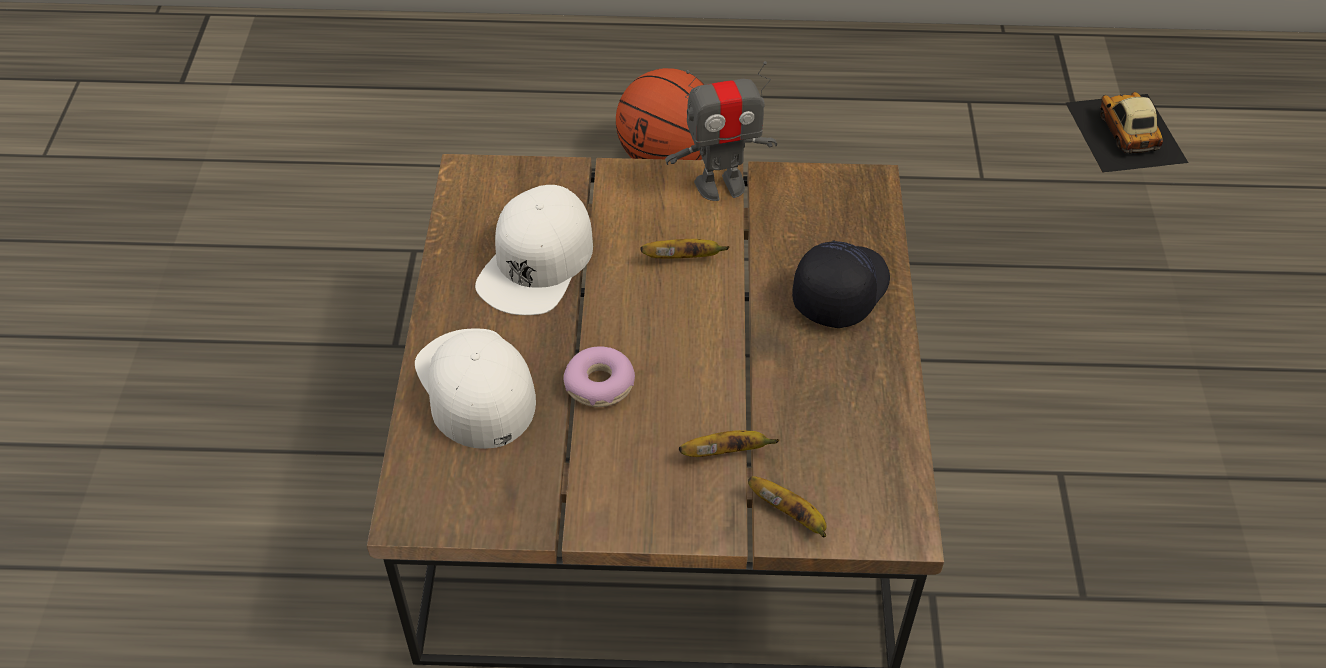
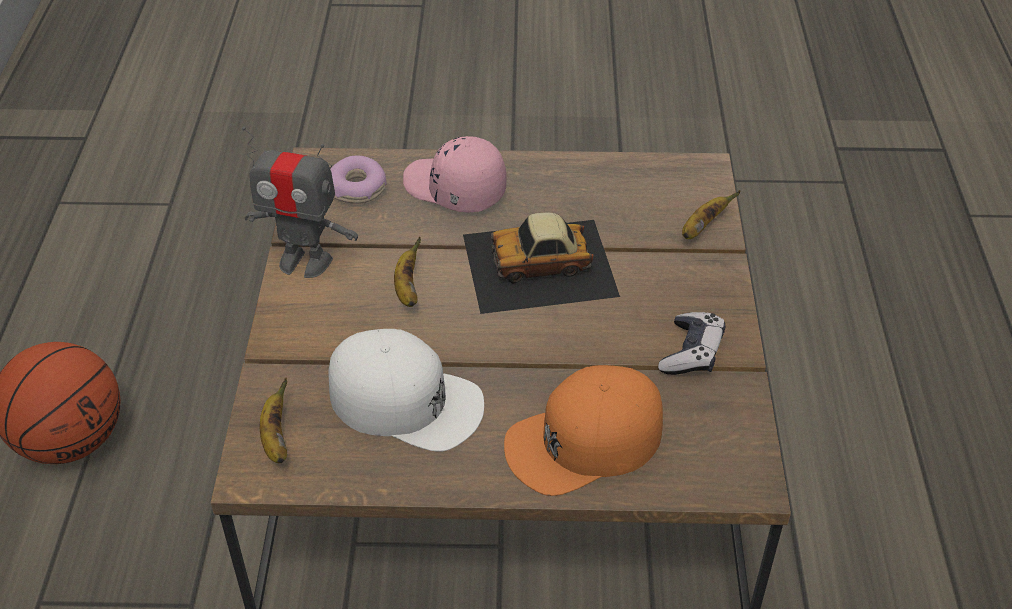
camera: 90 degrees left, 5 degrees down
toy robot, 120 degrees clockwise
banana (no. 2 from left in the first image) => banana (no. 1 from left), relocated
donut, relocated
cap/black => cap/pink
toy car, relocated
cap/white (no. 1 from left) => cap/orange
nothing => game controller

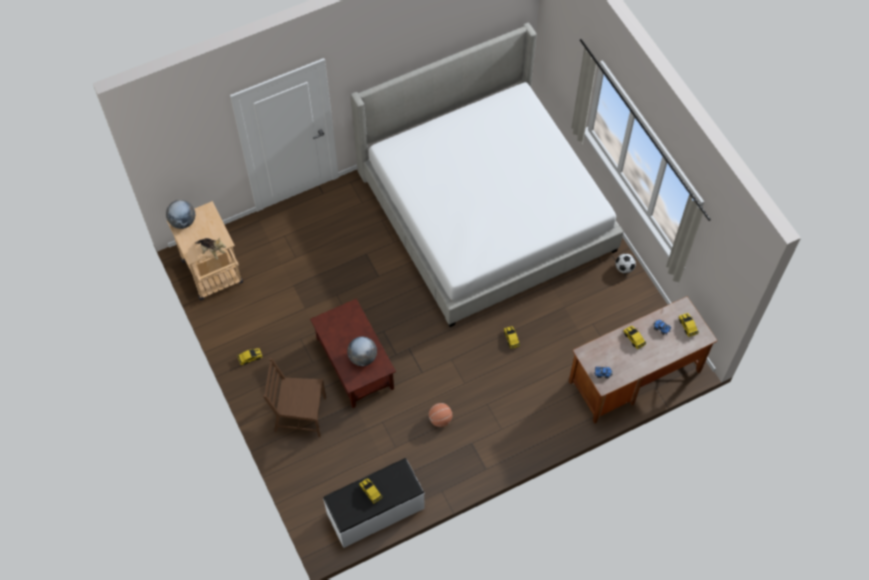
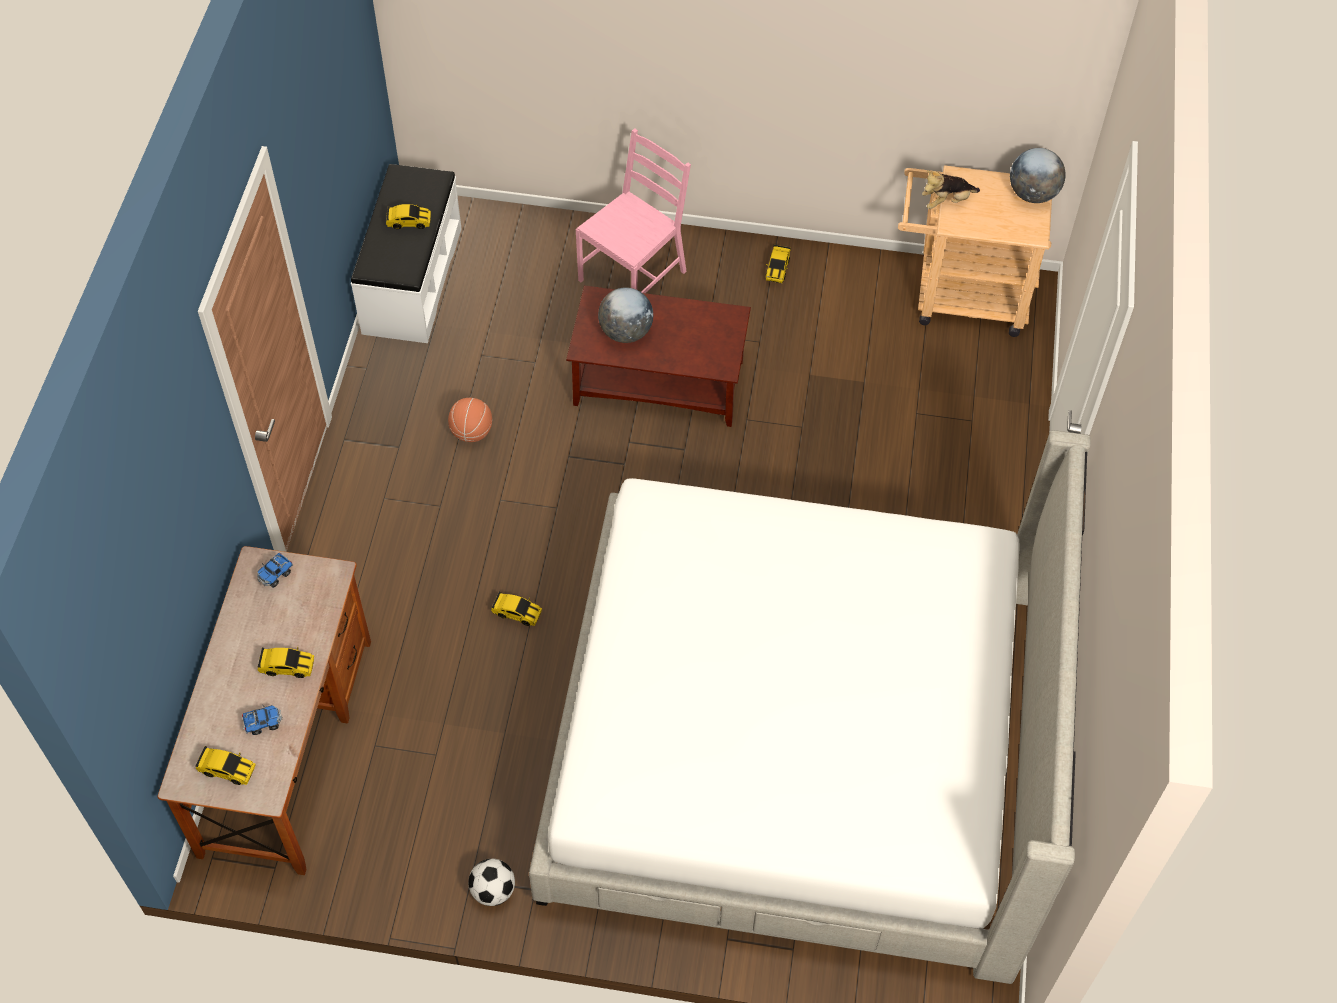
camera: 125 degrees right, 5 degrees down
chair/brown => chair/pink

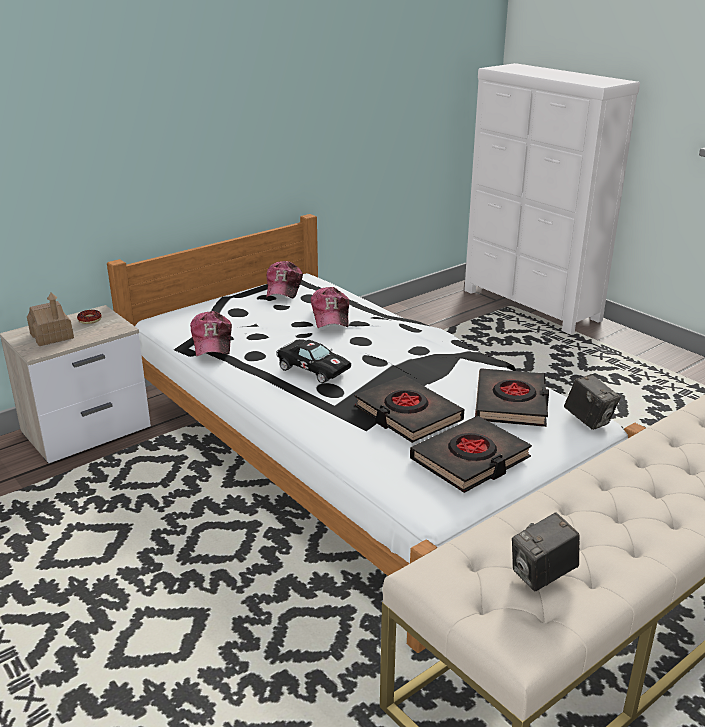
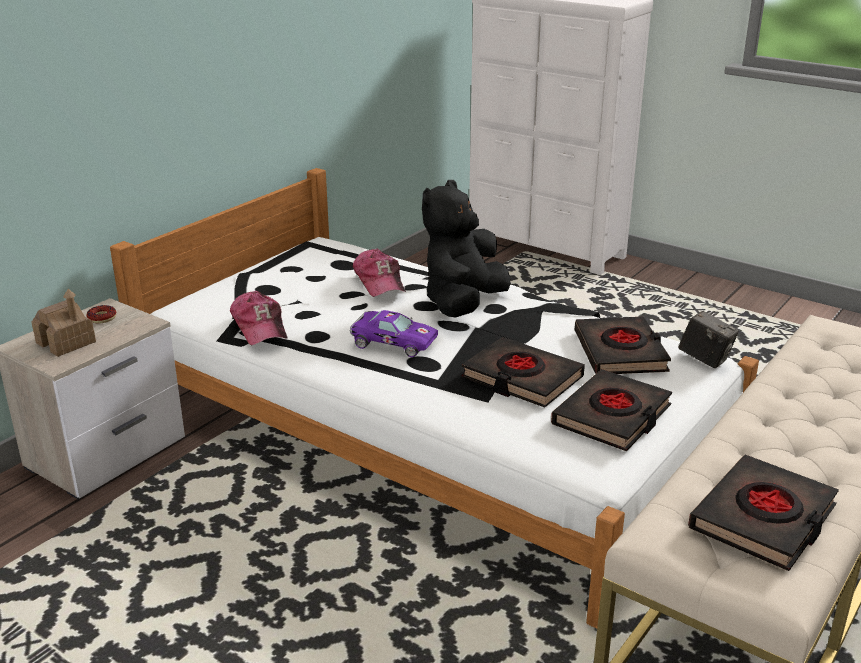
camera: 15 degrees left, 0 degrees up
toy car/black => toy car/purple
nothing => plush toy/black
photo camera (no. 1 from left) => book/black (no. 4 from left)
cap (no. 2 from left) => nothing

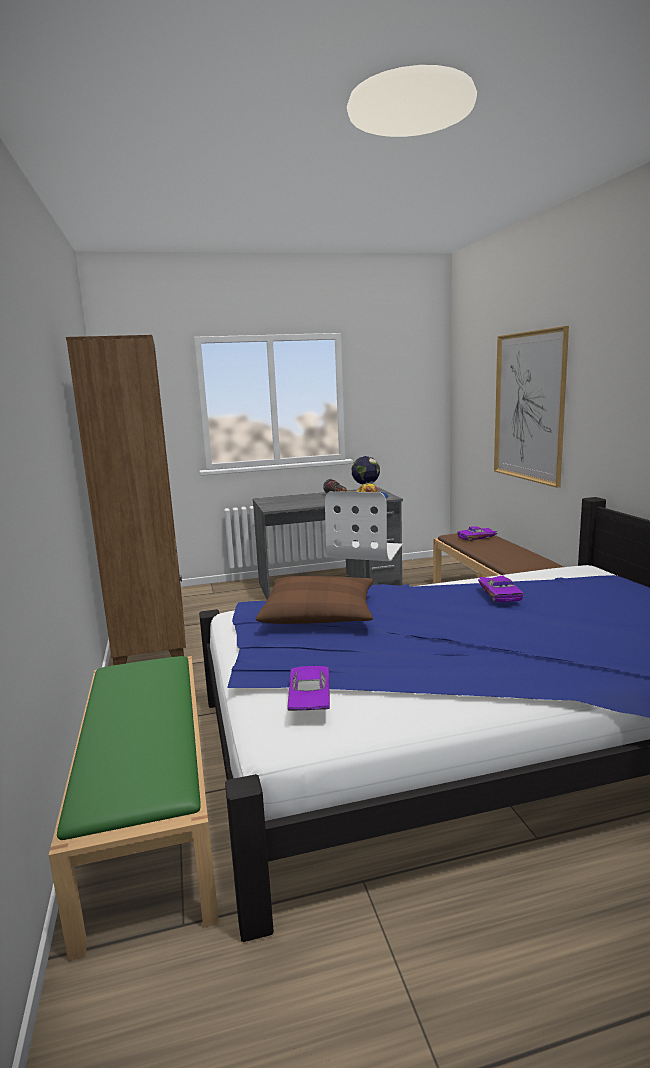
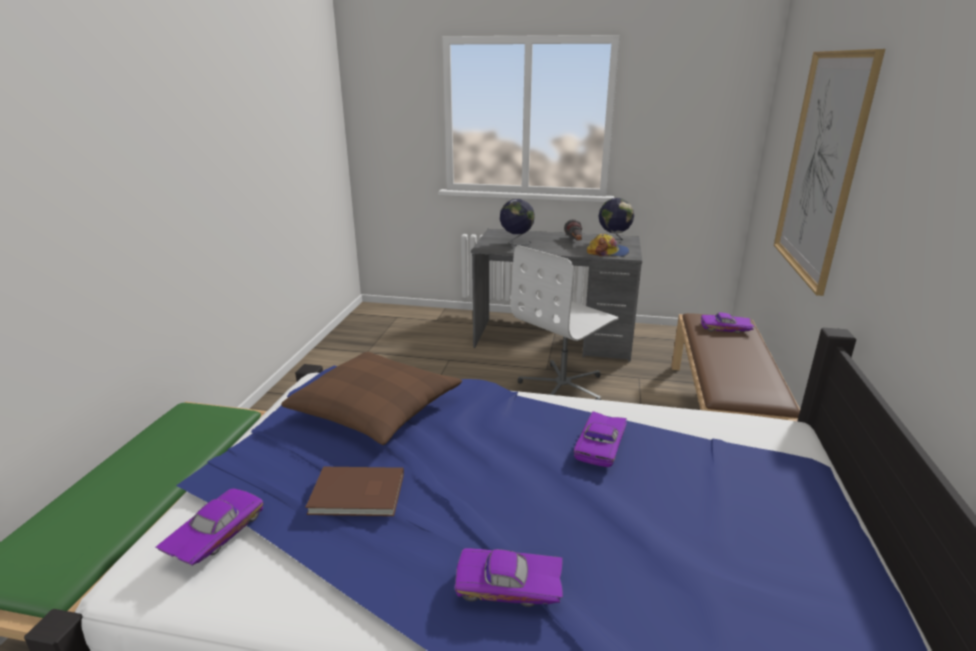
camera: 25 degrees right, 10 degrees up
nothing => book/brown
nothing => toy car/purple (no. 2 from left)
nothing => globe (no. 1 from left)
bookcase/brown => nothing

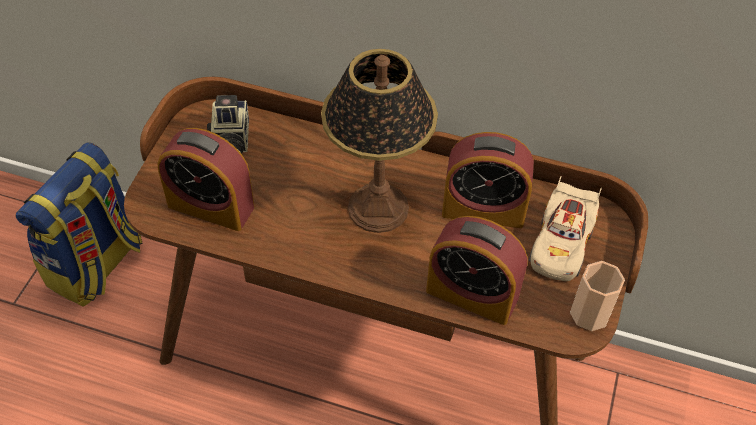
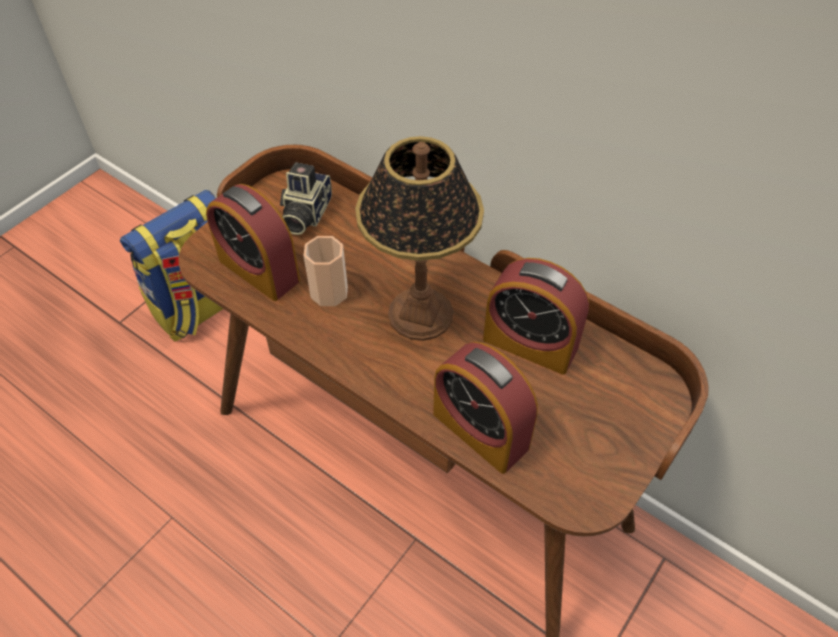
camera: 20 degrees right, 0 degrees up
cup, relocated
toy car/beige => nothing

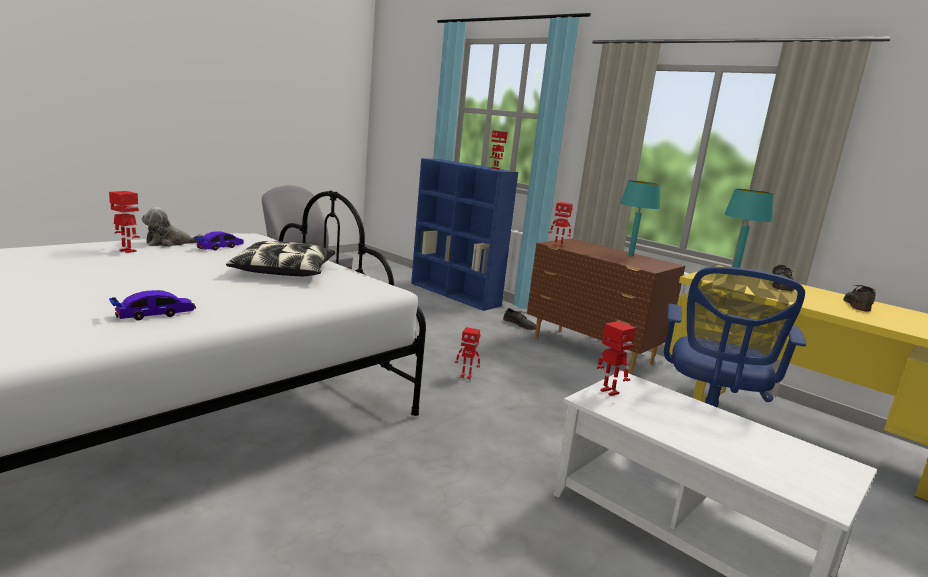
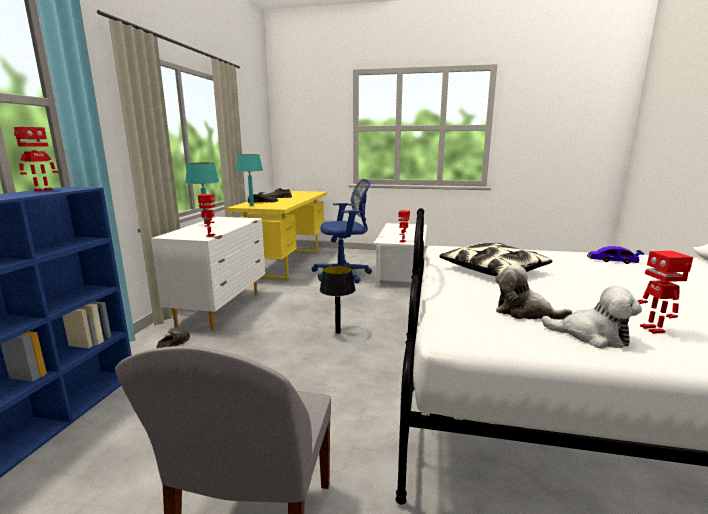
camera: 120 degrees left, 0 degrees up
dresser/brown => dresser/white
toy robot (no. 2 from left) => table lamp/black
toy car (no. 2 from left) => plush toy (no. 1 from left)

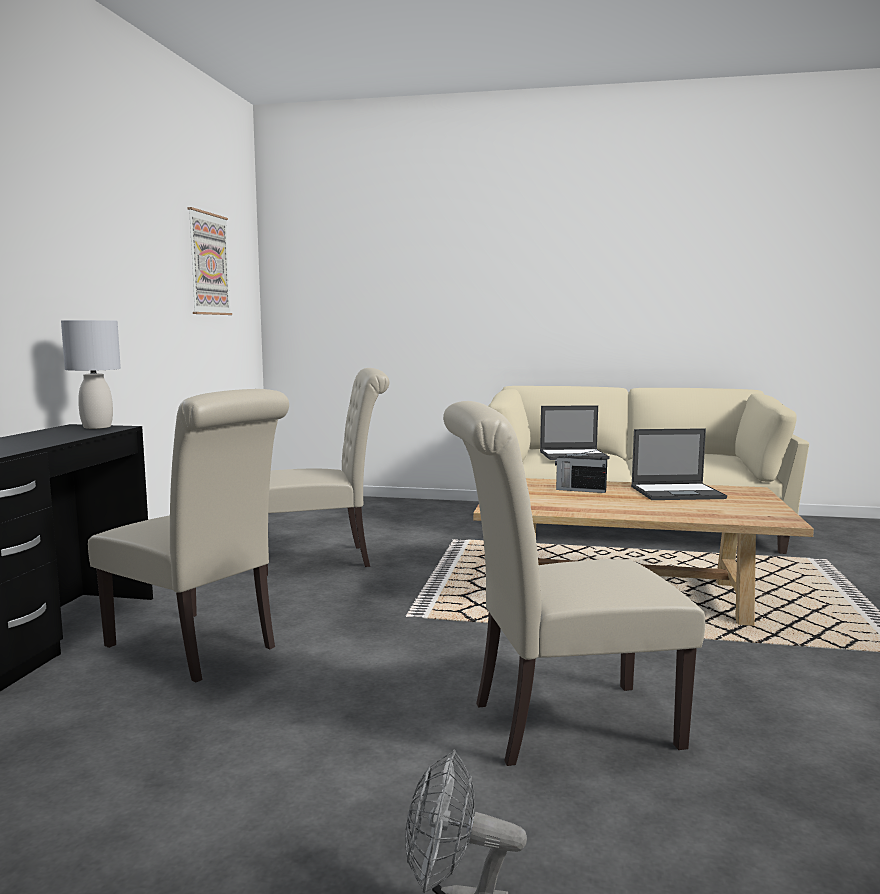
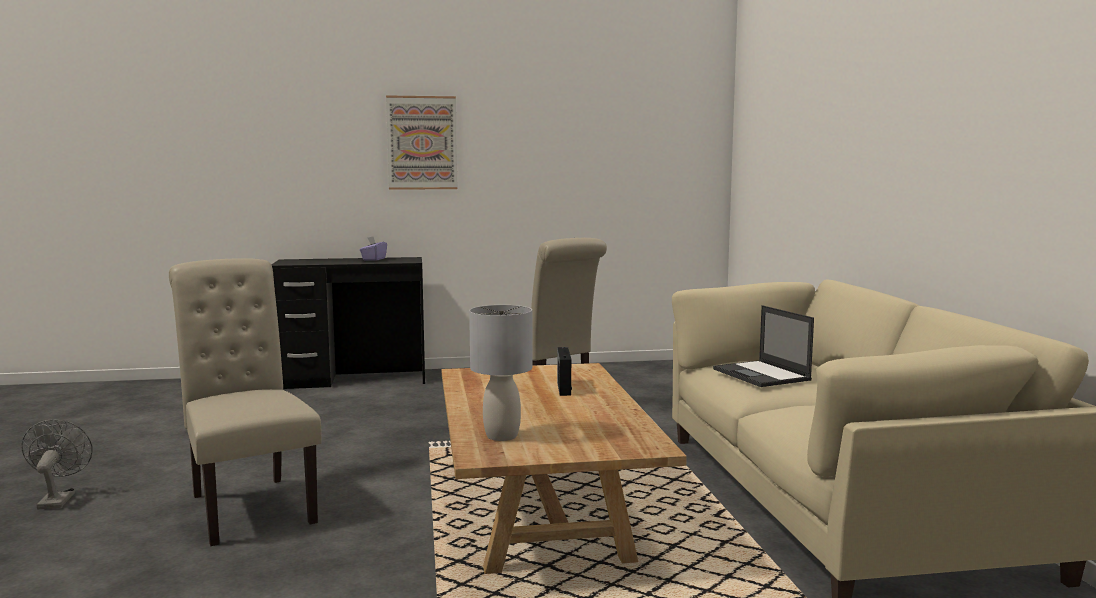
camera: 70 degrees right, 0 degrees up
nothing => tissue box/purple
picture, relocated
table lamp/grey, relocated
chair/beige (no. 1 from left) => nothing
laptop (no. 2 from left) => nothing

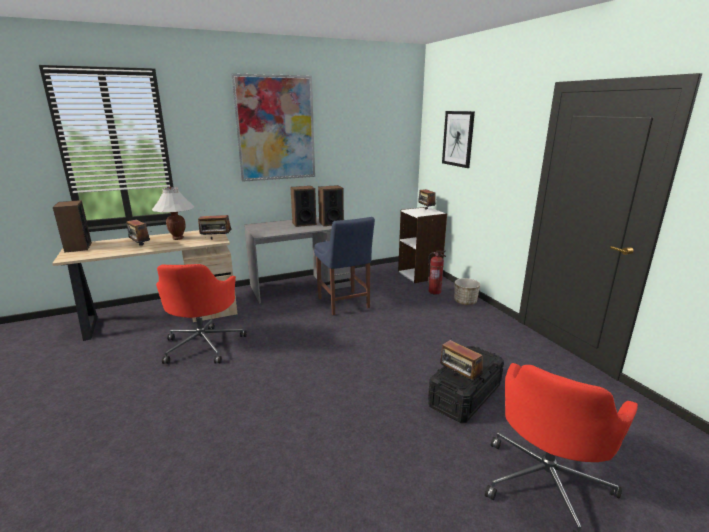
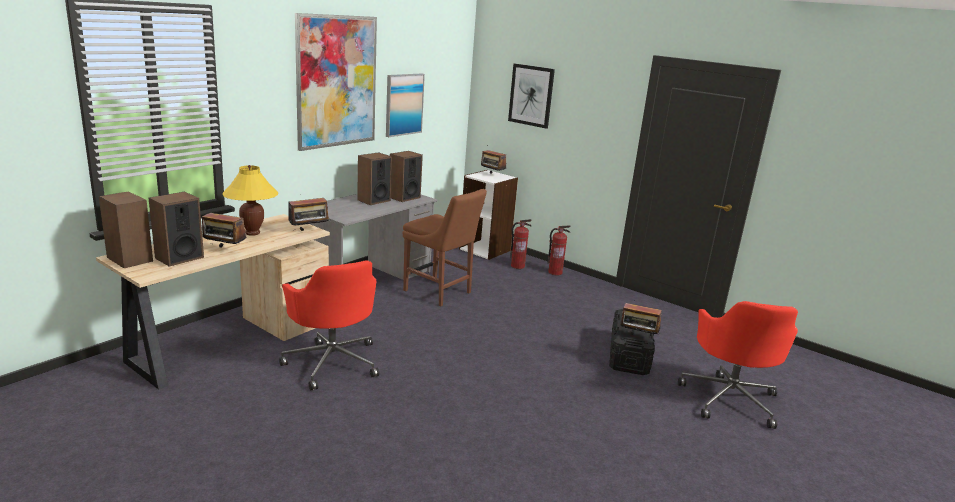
camera: 30 degrees left, 0 degrees up
nothing => speaker (no. 2 from left)
table lamp/white => table lamp/yellow
nothing => picture (no. 2 from left)
chair/blue => chair/brown
planter => fire extinguisher (no. 2 from left)

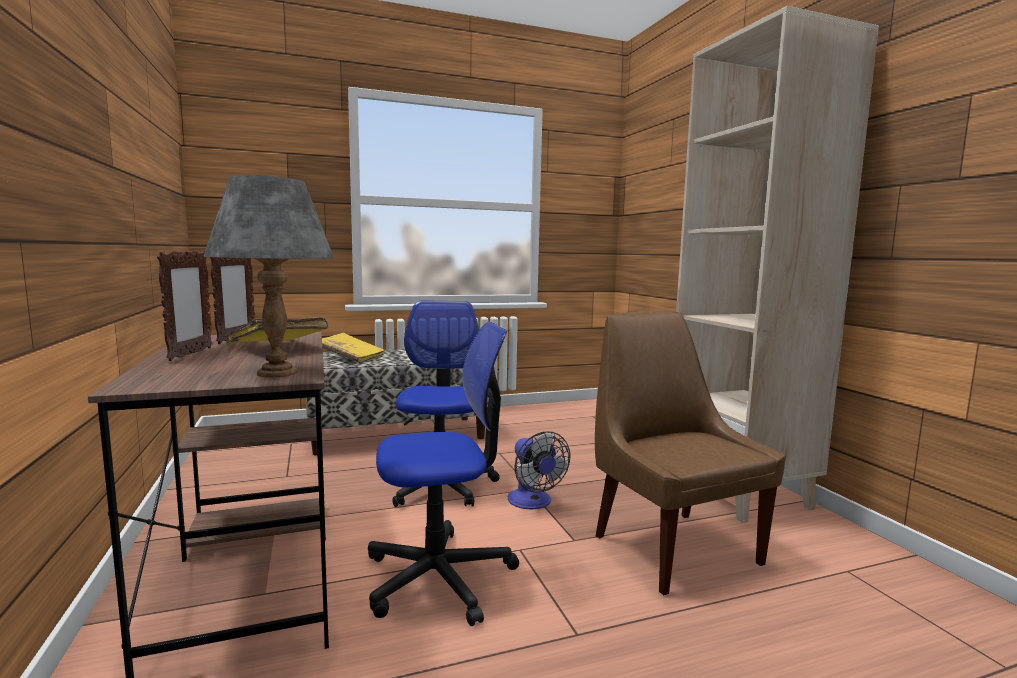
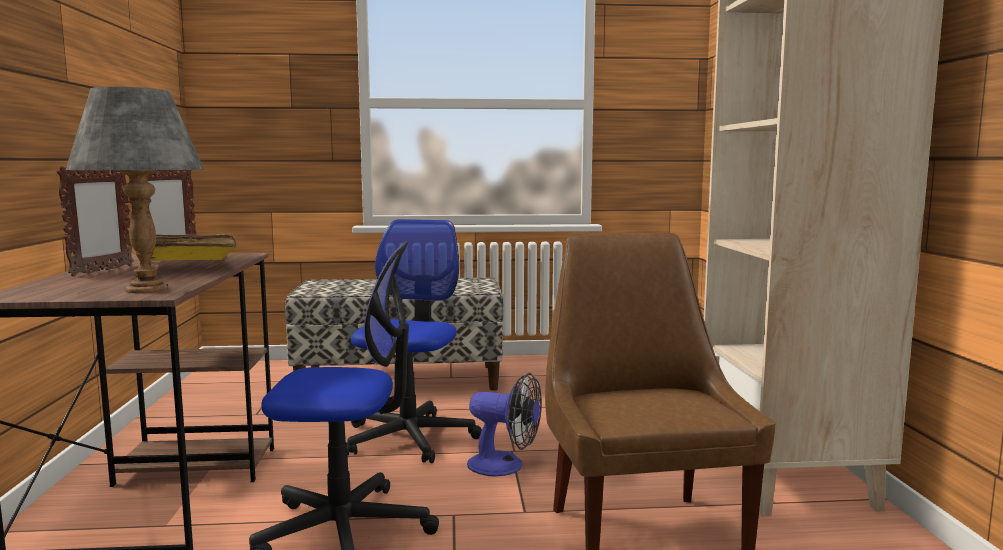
camera: 15 degrees right, 0 degrees up
fan, 60 degrees counterclockwise
book/yellow (no. 2 from left) => nothing

